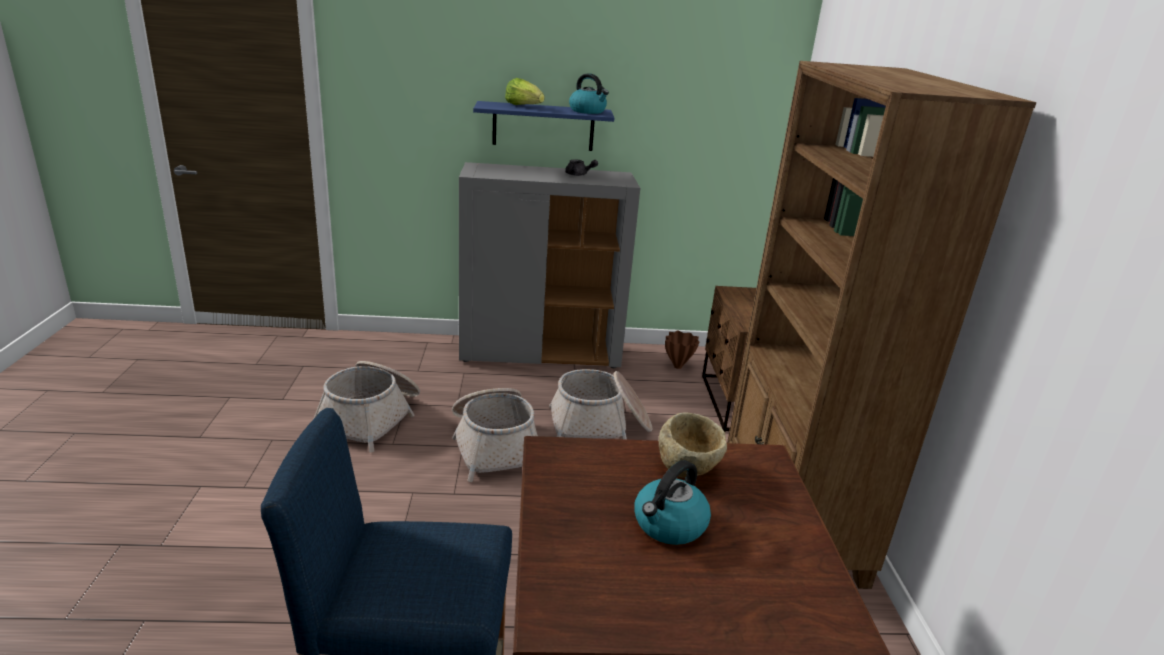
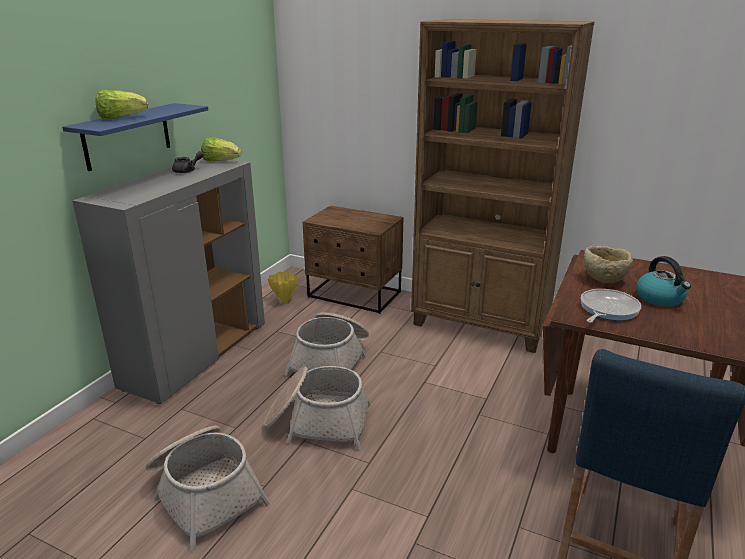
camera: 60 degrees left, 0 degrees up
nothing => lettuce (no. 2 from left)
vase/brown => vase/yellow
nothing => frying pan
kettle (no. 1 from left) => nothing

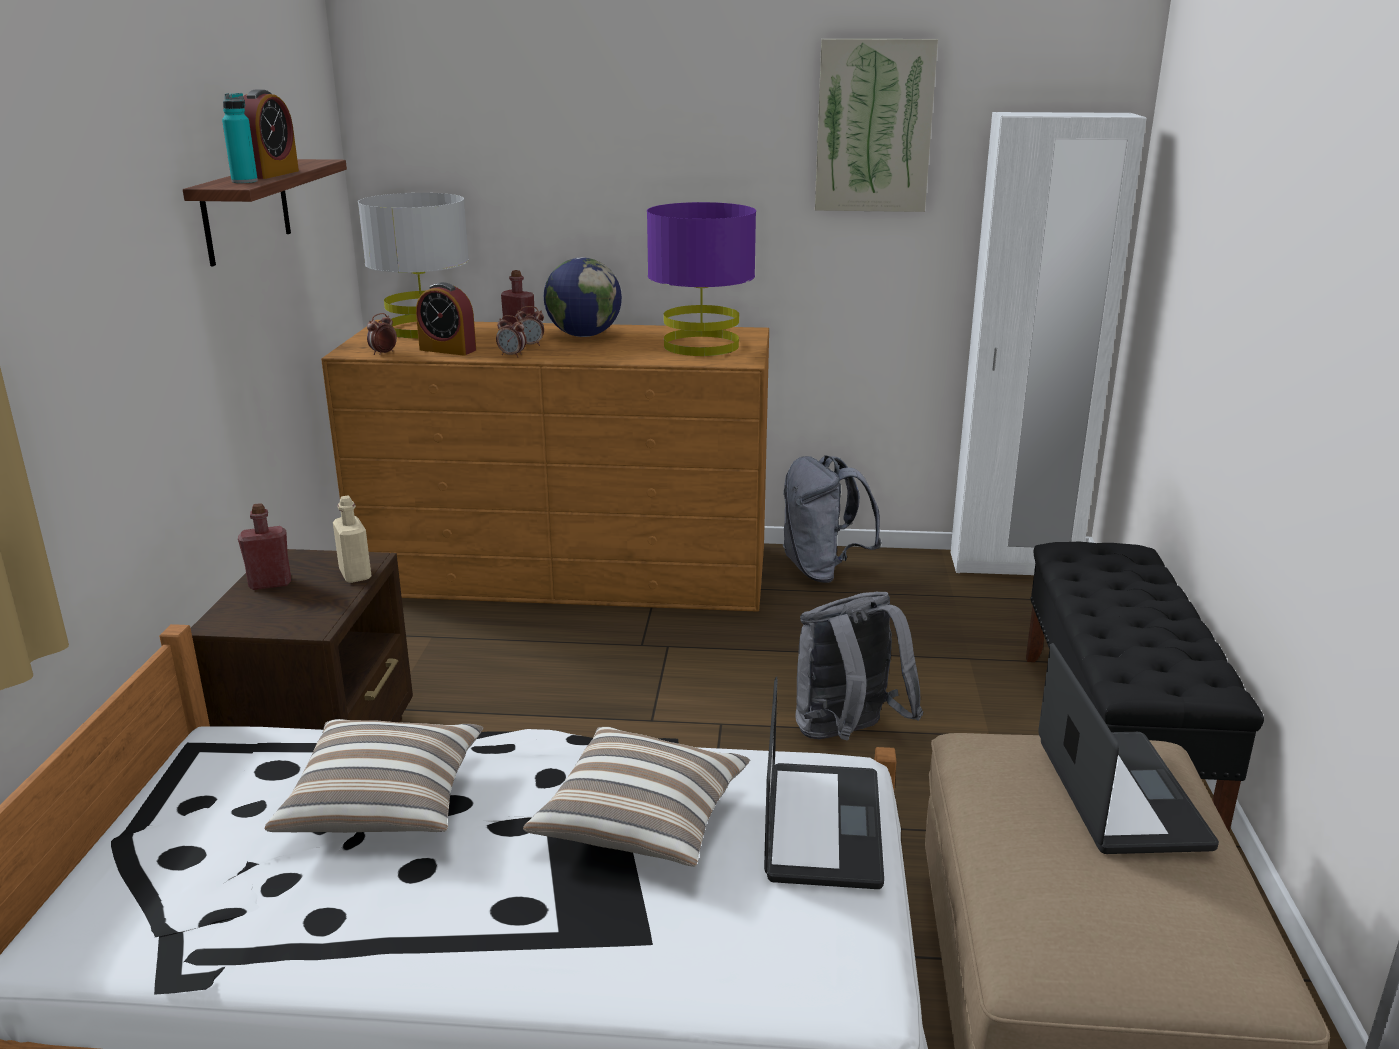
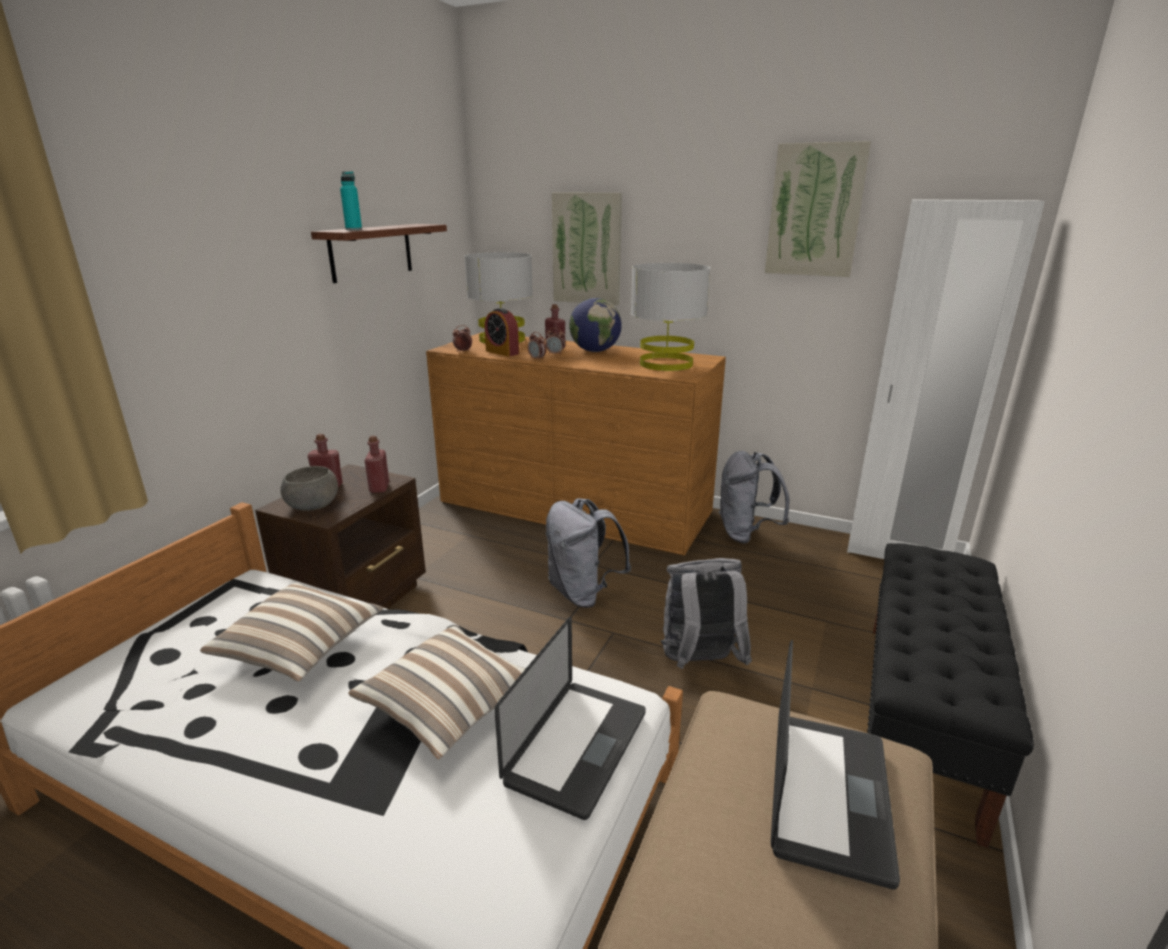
camera: 20 degrees right, 0 degrees up
nothing => bowl/grey
bottle/beige => bottle/red (no. 2 from left)
nothing => backpack/grey (no. 1 from left)
nothing => picture (no. 1 from left)
table lamp/purple => table lamp/grey (no. 2 from left)
alarm clock (no. 1 from left) => nothing

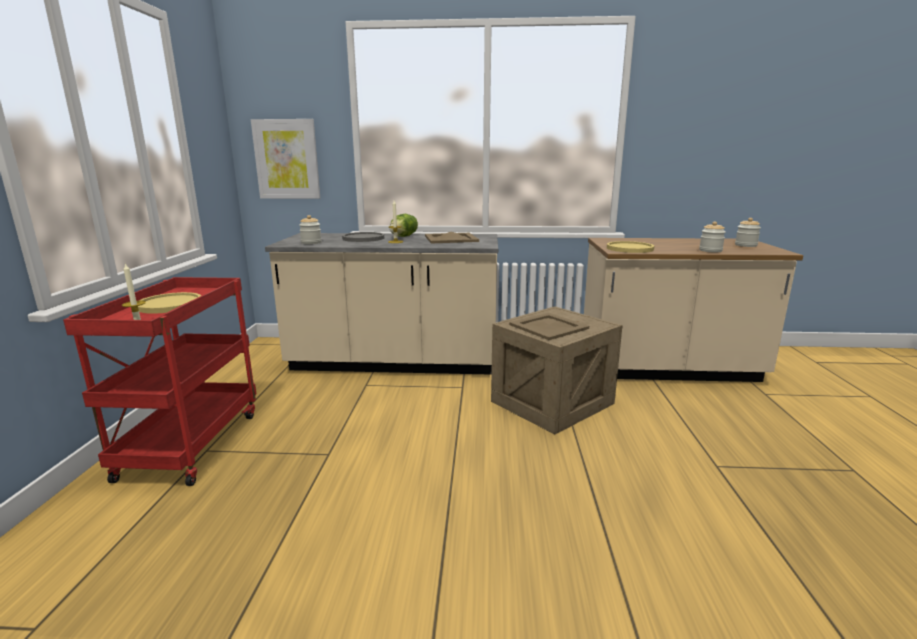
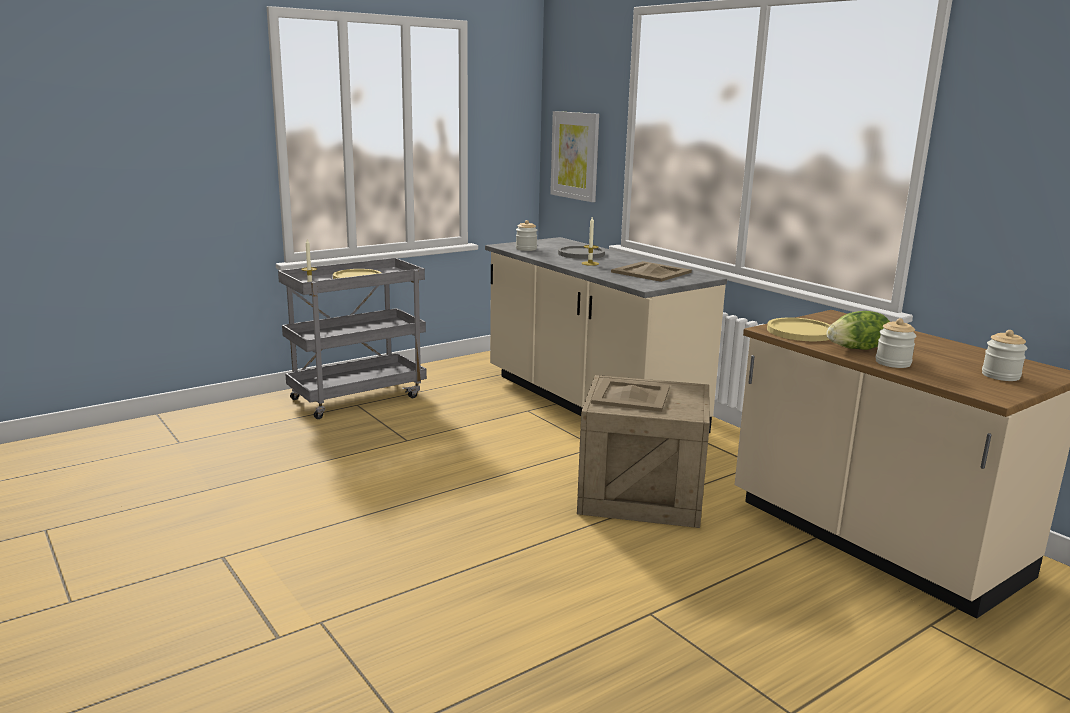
camera: 50 degrees right, 0 degrees up
cart/red => cart/grey
lettuce, relocated

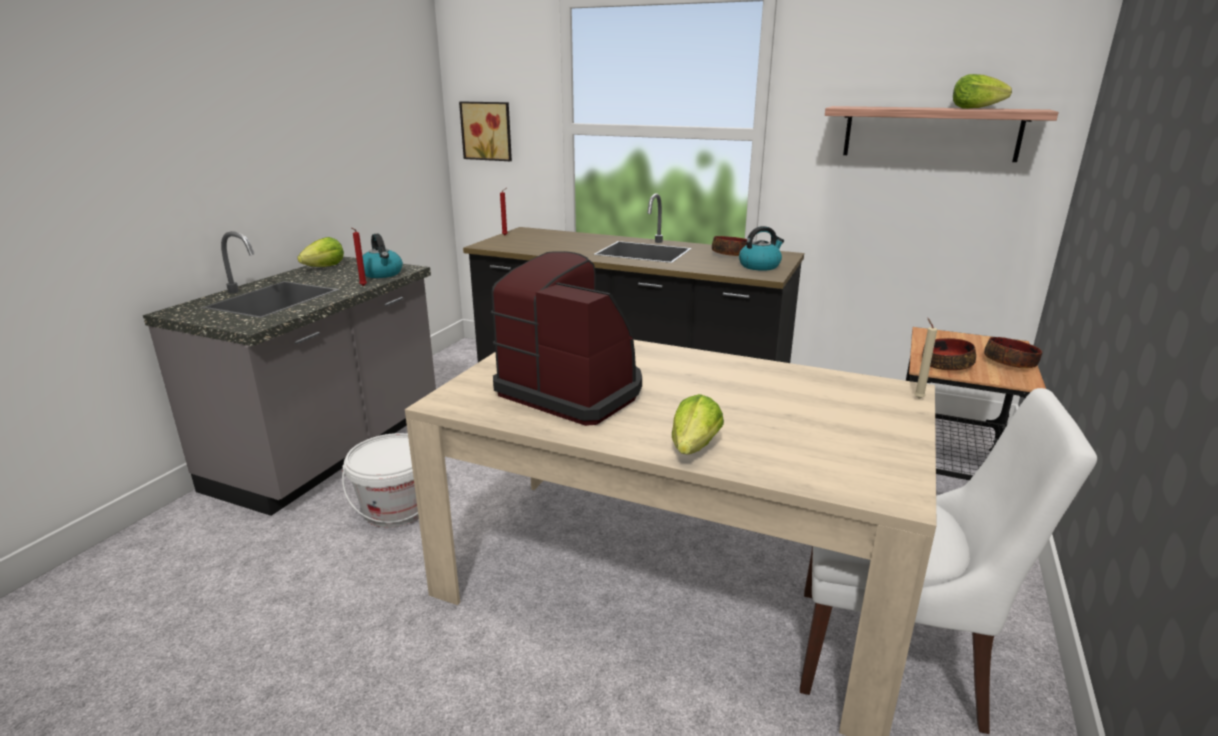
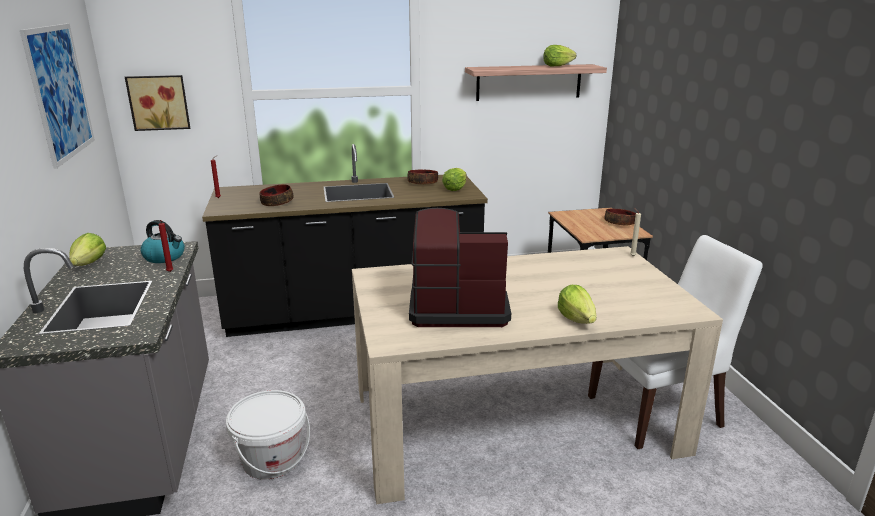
camera: 35 degrees left, 0 degrees up
nothing => picture (no. 1 from left)
bowl (no. 2 from left in the first image) => bowl (no. 1 from left), relocated
kettle (no. 2 from left) => lettuce (no. 2 from left)

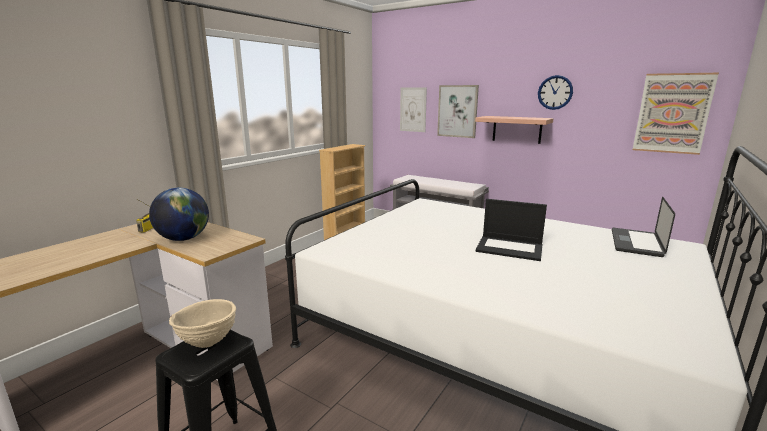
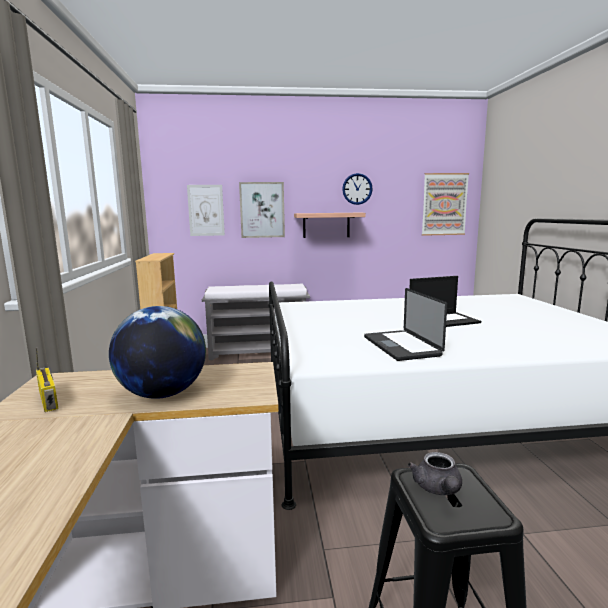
camera: 40 degrees left, 5 degrees down
laptop (no. 2 from left in the first image) => laptop (no. 1 from left), relocated
bowl/beige => teapot/grey

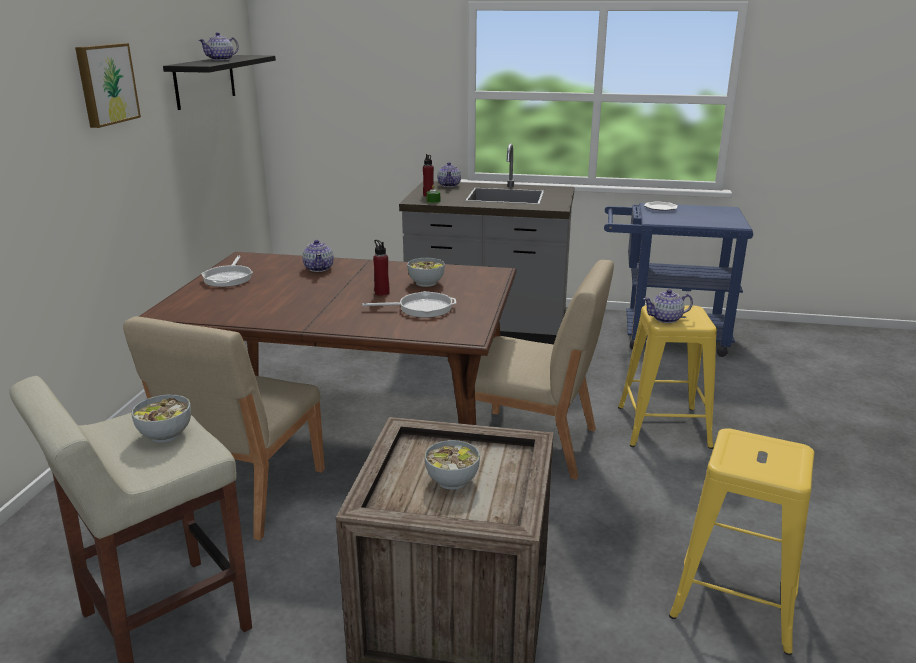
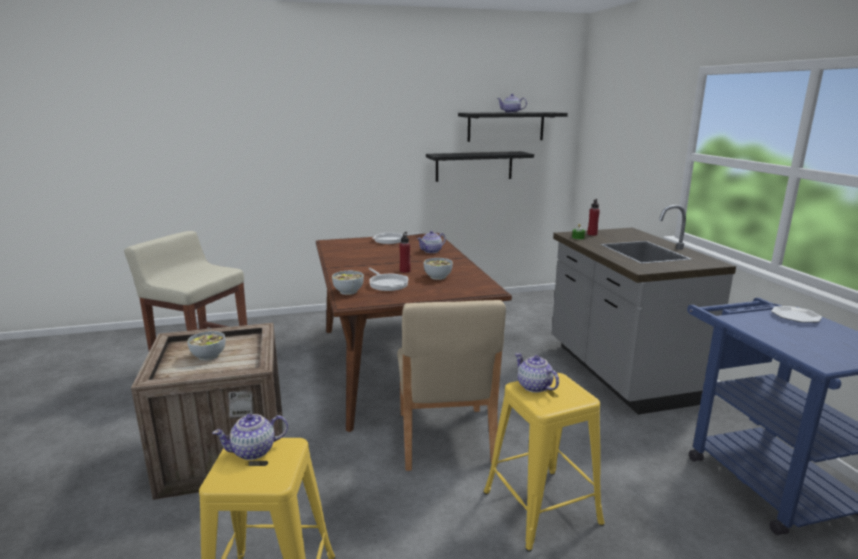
camera: 65 degrees right, 5 degrees down
teapot (no. 3 from left in the first image) => teapot (no. 1 from left), relocated
bowl (no. 1 from left in the first image) => bowl (no. 2 from left), relocated
nothing => shelf/black (no. 1 from left)
picture => nothing
chair/beige (no. 1 from left) => nothing

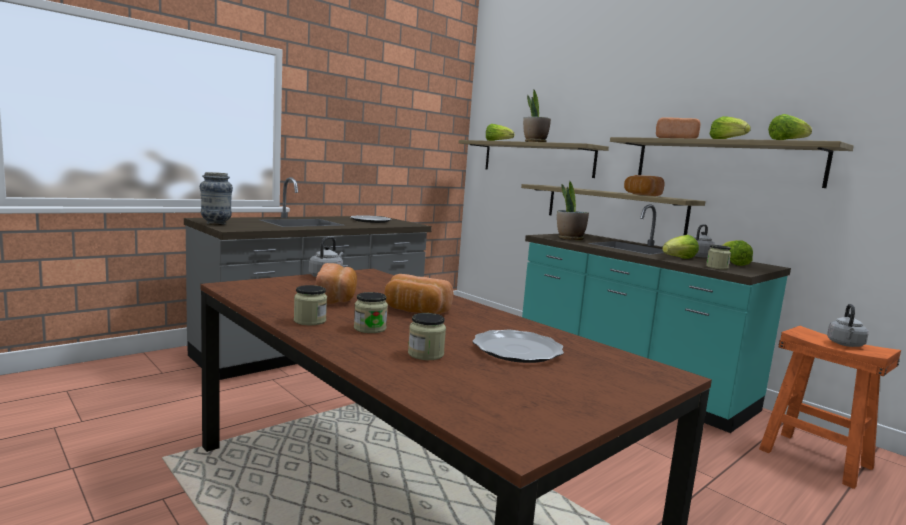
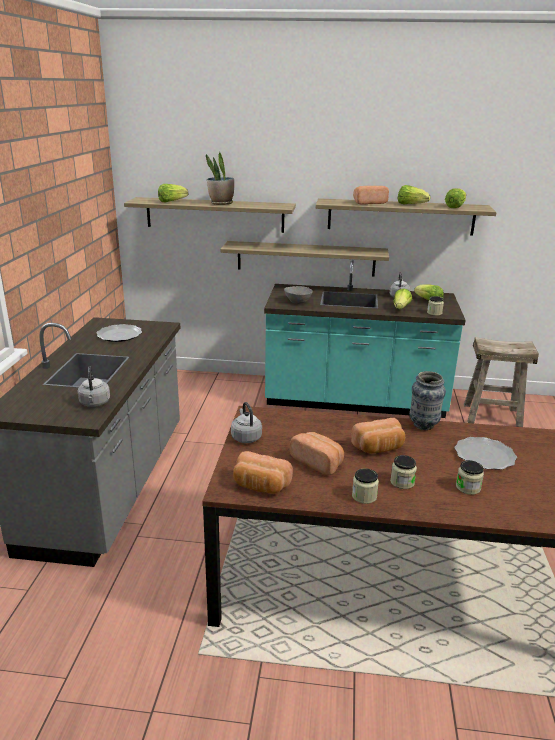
camera: 40 degrees left, 15 degrees up
kettle/grey (no. 3 from left in the first image) => kettle/grey (no. 1 from left), relocated
bread (no. 3 from left in the first image) => bread (no. 1 from left), relocated
potted plant (no. 2 from left) => bowl/grey
vase, relocated
stool/orange => stool/beige

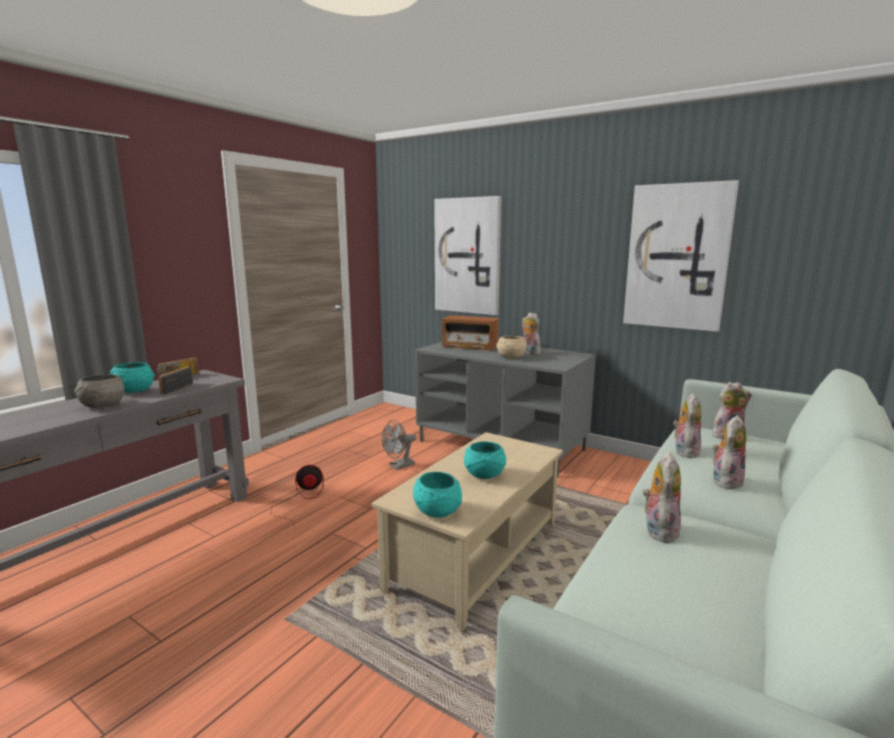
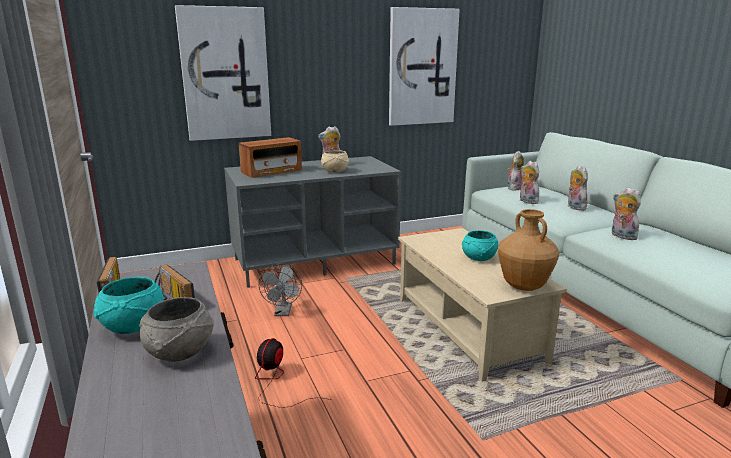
camera: 55 degrees left, 5 degrees up
bowl/turquoise (no. 2 from left) => vase/brown

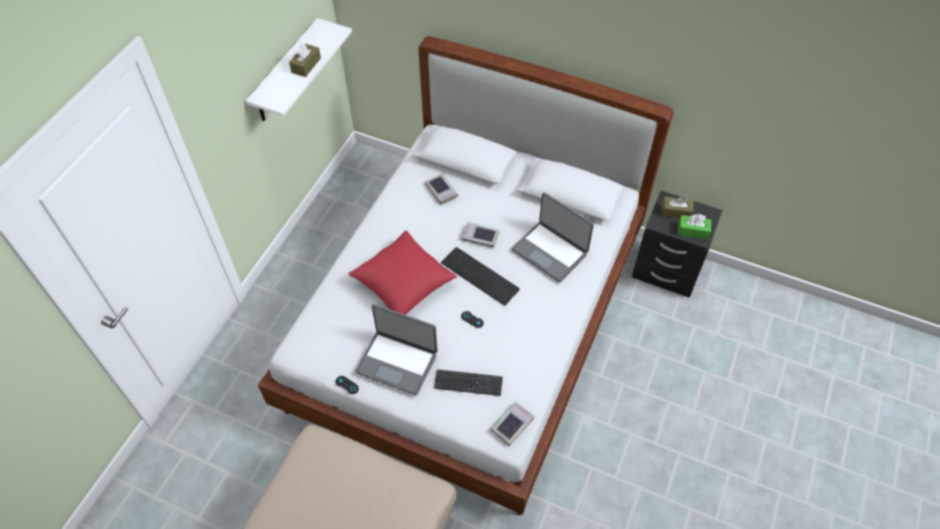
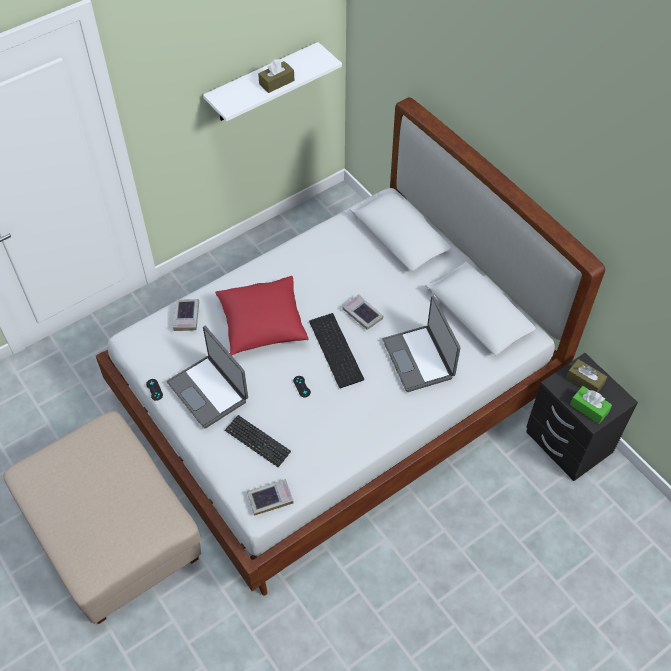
camera: 30 degrees right, 0 degrees up
book (no. 1 from left), relocated

